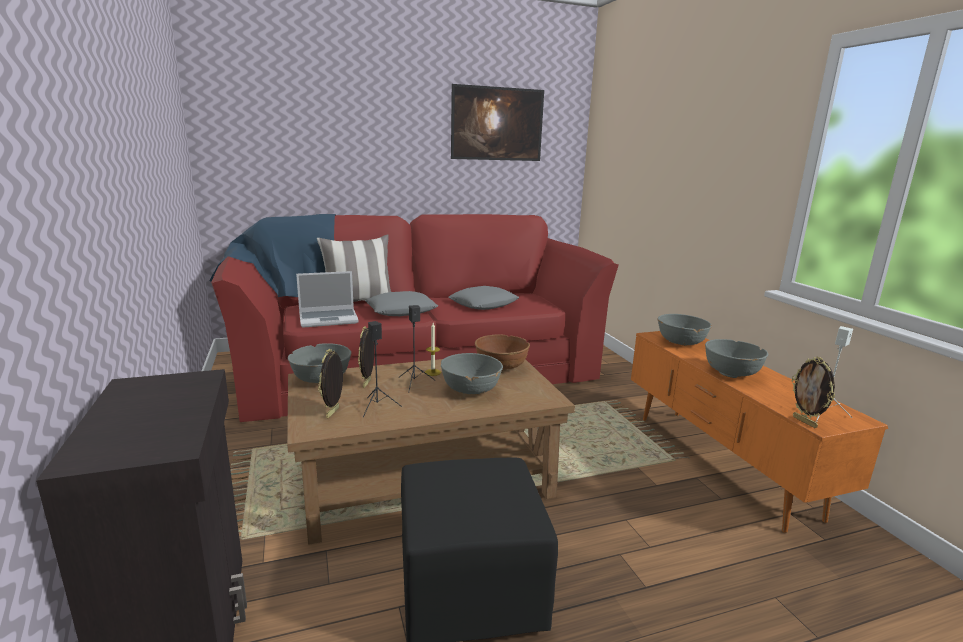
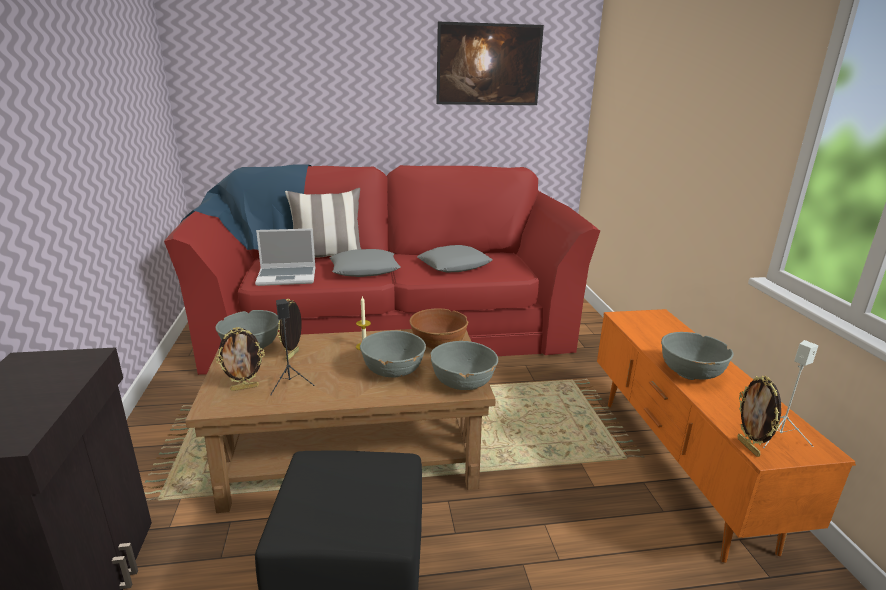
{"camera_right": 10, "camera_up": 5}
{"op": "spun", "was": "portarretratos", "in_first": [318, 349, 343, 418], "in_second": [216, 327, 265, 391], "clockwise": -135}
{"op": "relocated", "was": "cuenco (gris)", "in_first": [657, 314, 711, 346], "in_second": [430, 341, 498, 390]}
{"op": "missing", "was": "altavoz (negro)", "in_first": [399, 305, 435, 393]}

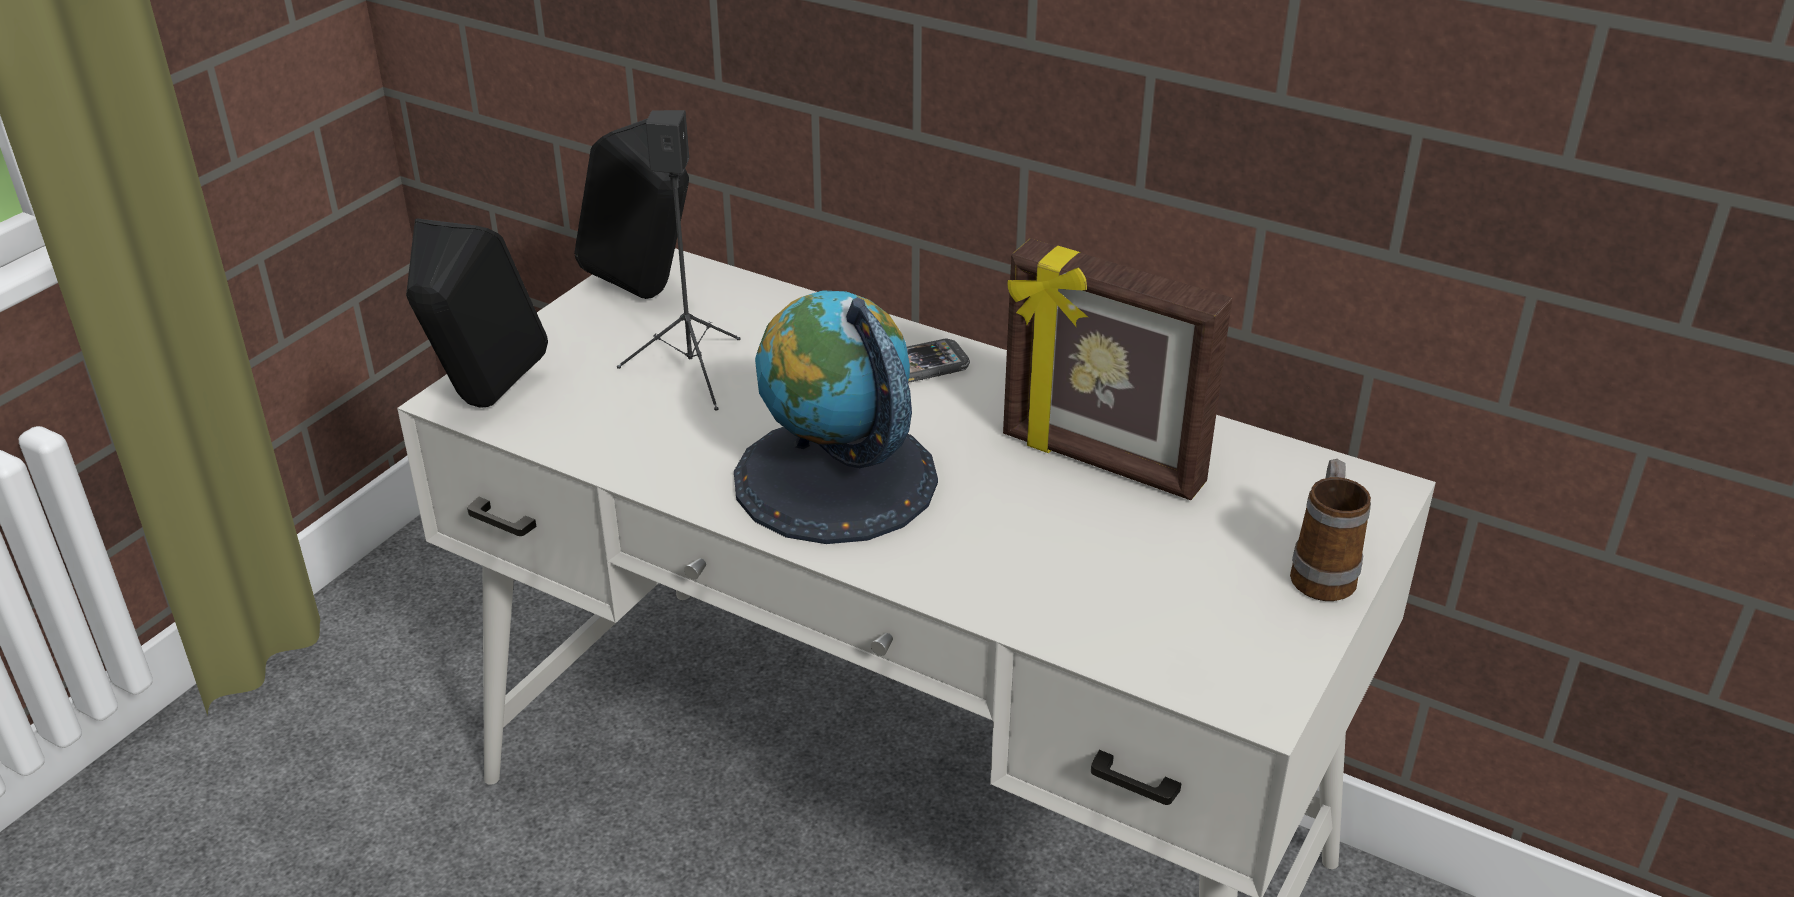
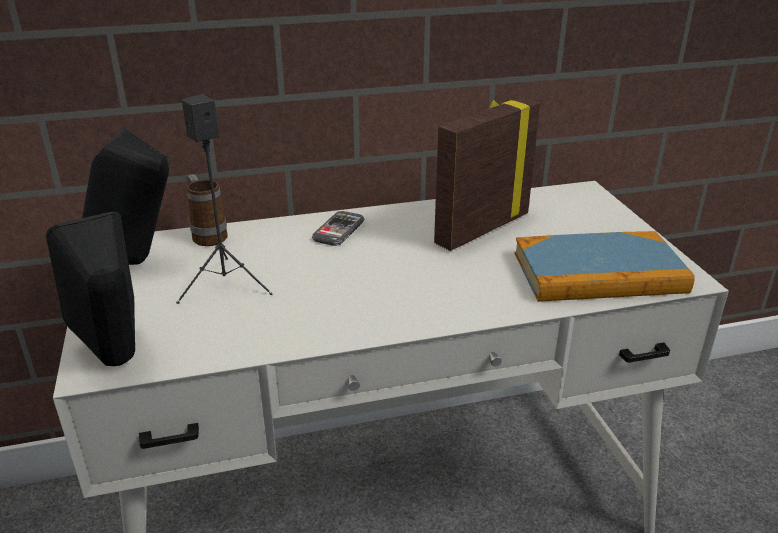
{"camera_right": -45, "camera_up": -5}
{"op": "relocated", "was": "taza grande", "in_first": [1290, 459, 1371, 601], "in_second": [187, 174, 228, 246]}
{"op": "spun", "was": "portarretratos", "in_first": [1003, 238, 1232, 500], "in_second": [434, 97, 540, 251], "clockwise": 150}
{"op": "appeared", "now": "libro", "in_second": [514, 231, 695, 302]}
{"op": "missing", "was": "globo terráqueo", "in_first": [734, 290, 938, 544]}

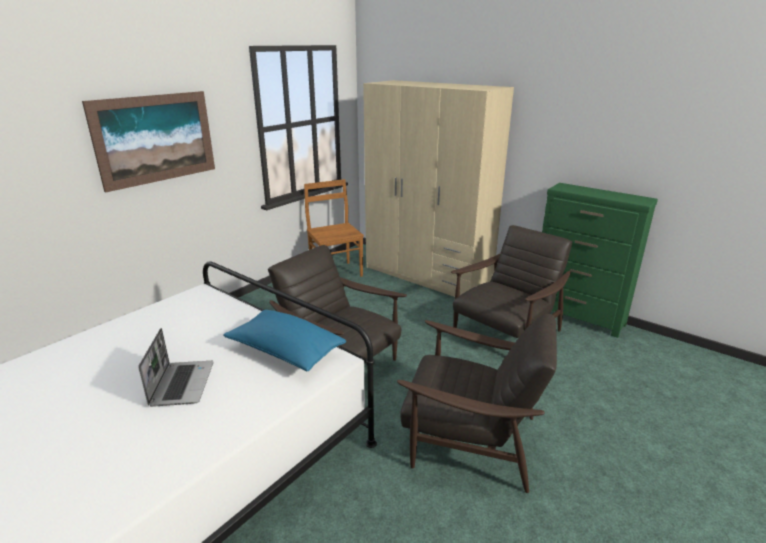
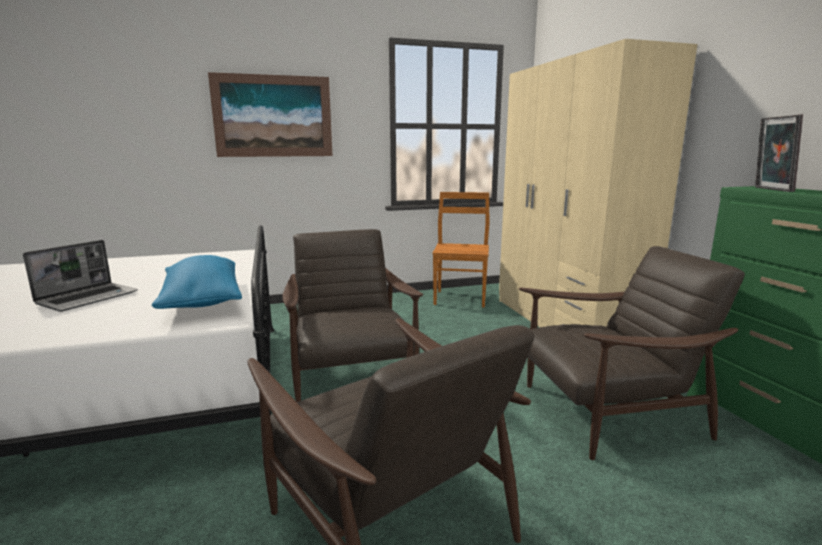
{"camera_right": 35, "camera_up": -10}
{"op": "appeared", "now": "portarretratos", "in_second": [755, 114, 803, 192]}

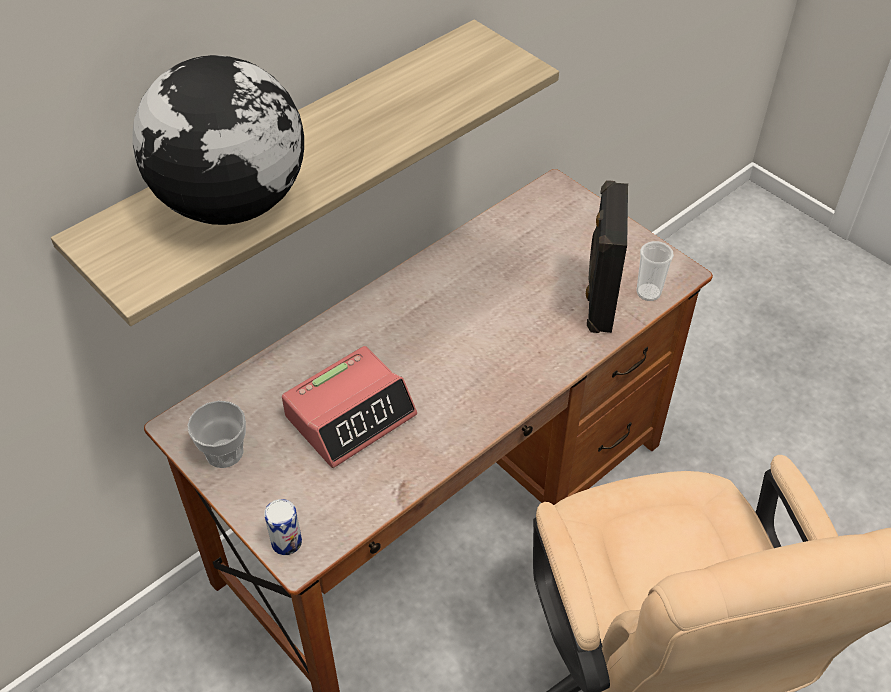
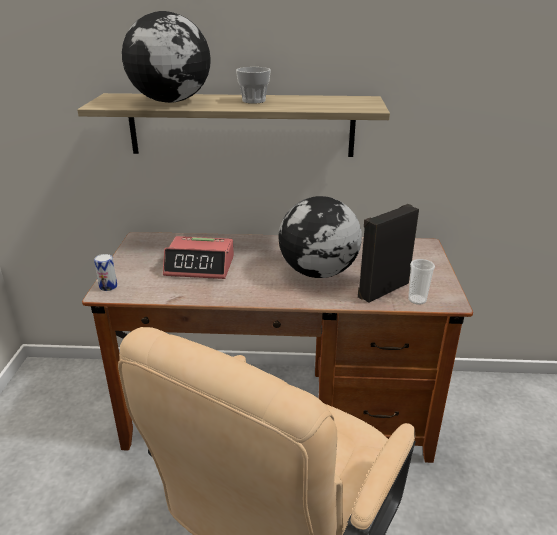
{"camera_right": 45, "camera_up": -20}
{"op": "relocated", "was": "taza", "in_first": [187, 401, 246, 468], "in_second": [236, 67, 271, 104]}
{"op": "appeared", "now": "globo terráqueo", "in_second": [278, 196, 362, 278]}

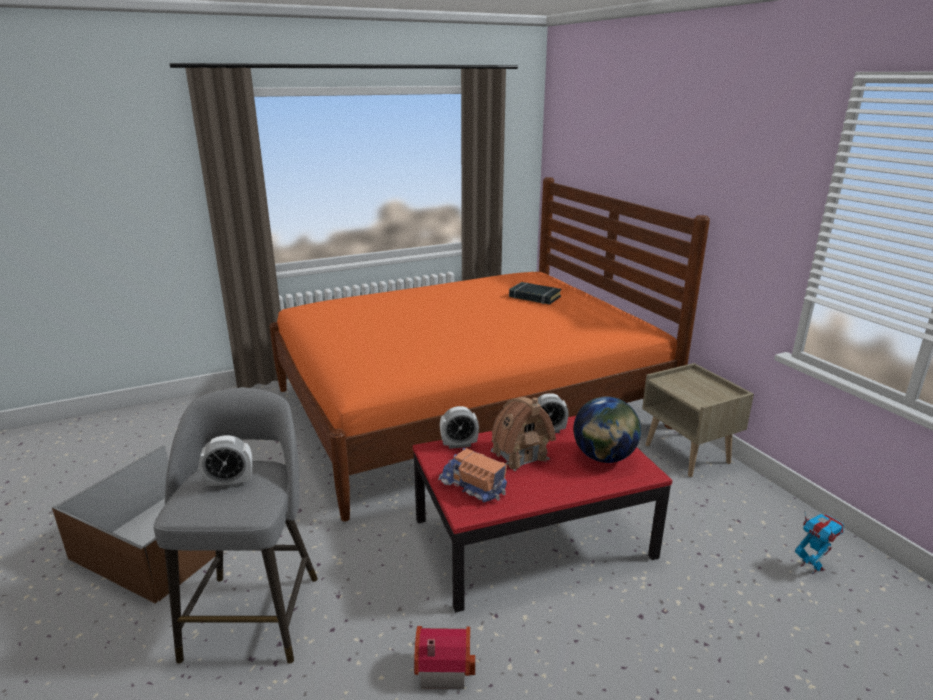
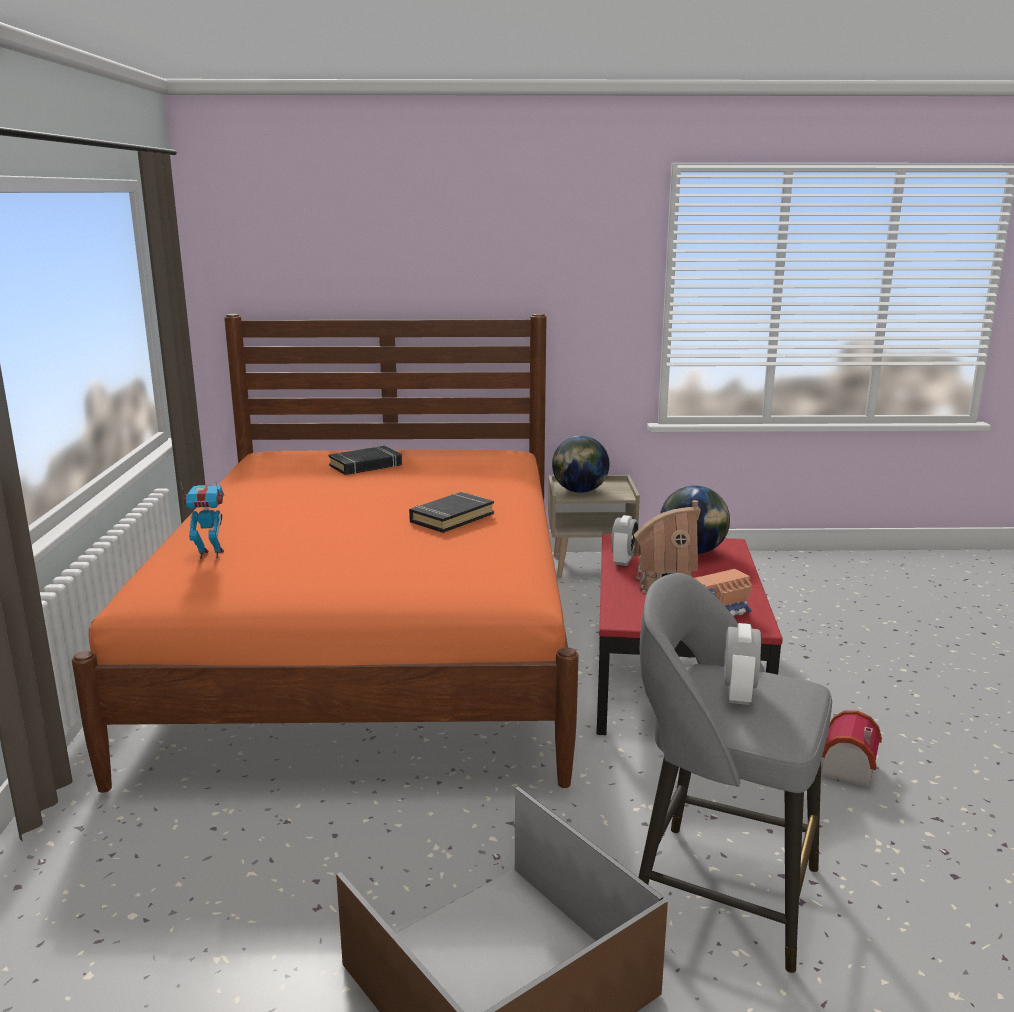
{"camera_right": -65, "camera_up": -5}
{"op": "relocated", "was": "robot de juguete", "in_first": [795, 512, 844, 574], "in_second": [180, 481, 224, 559]}
{"op": "appeared", "now": "libro (negro)", "in_second": [409, 492, 494, 533]}
{"op": "appeared", "now": "globo terráqueo", "in_second": [552, 436, 610, 493]}
{"op": "missing", "was": "despertador", "in_first": [440, 406, 479, 449]}

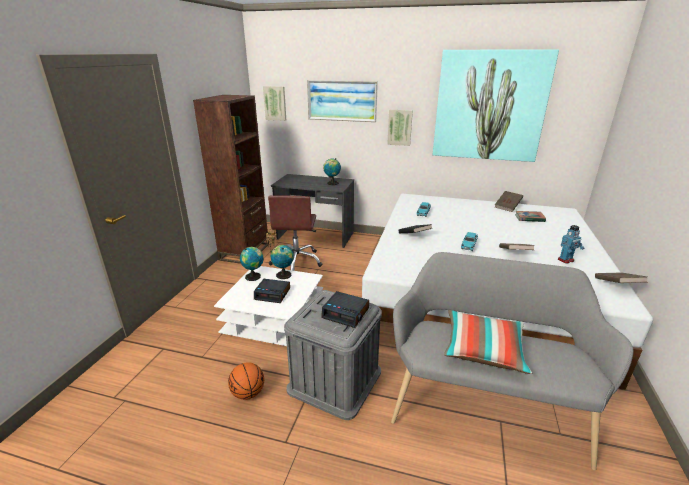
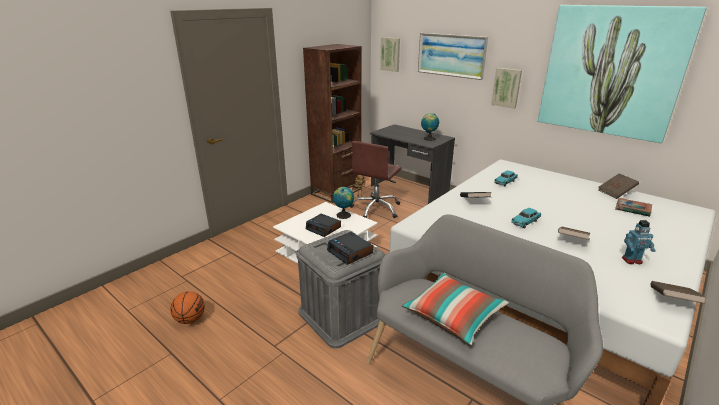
{"camera_right": 25, "camera_up": 0}
{"op": "relocated", "was": "balón de baloncesto", "in_first": [228, 362, 264, 400], "in_second": [170, 291, 205, 324]}
{"op": "missing", "was": "globo terráqueo", "in_first": [240, 247, 264, 281]}

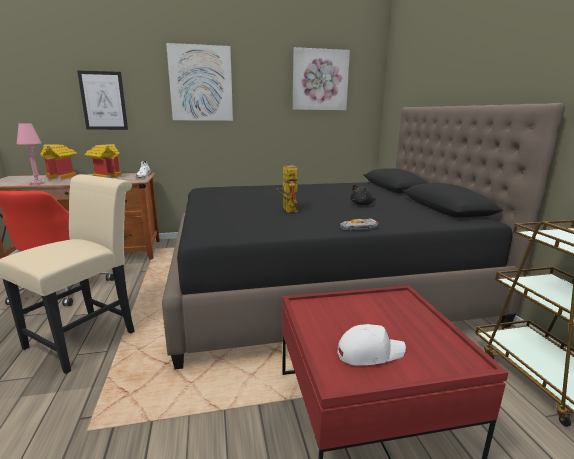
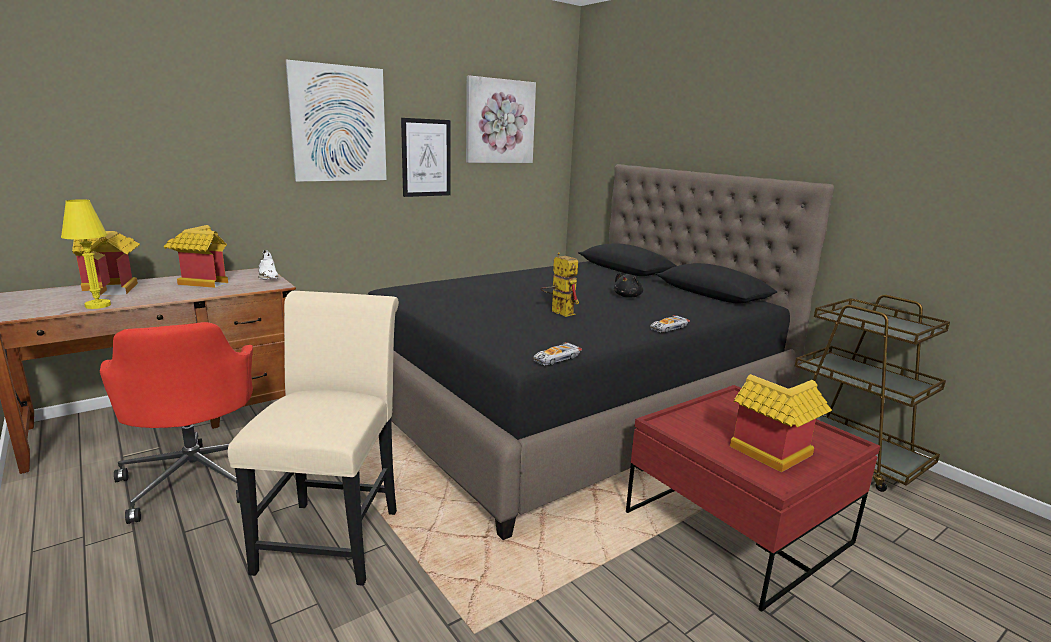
{"camera_right": -25, "camera_up": 0}
{"op": "colour", "was": "lámpara de mesa (rosa)", "now": "lámpara de mesa (amarillo)", "in_first": [16, 123, 45, 185], "in_second": [61, 199, 111, 309]}
{"op": "relocated", "was": "cuadro", "in_first": [77, 71, 128, 130], "in_second": [401, 118, 451, 197]}
{"op": "appeared", "now": "coche de juguete", "in_second": [533, 342, 582, 365]}
{"op": "exchanged", "was": "gorra (blanco)", "now": "casita", "in_first": [337, 324, 406, 365], "in_second": [730, 374, 832, 472]}

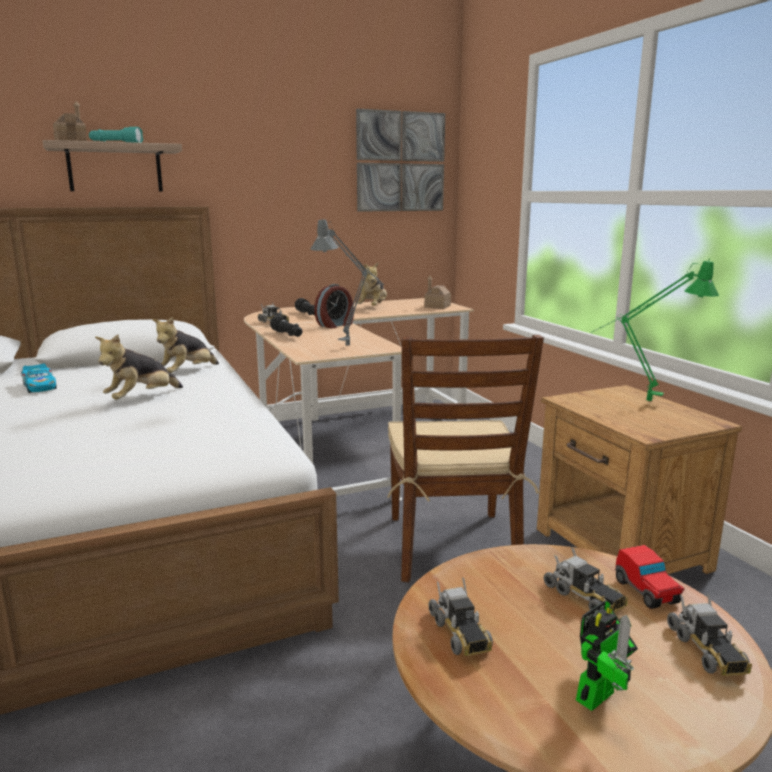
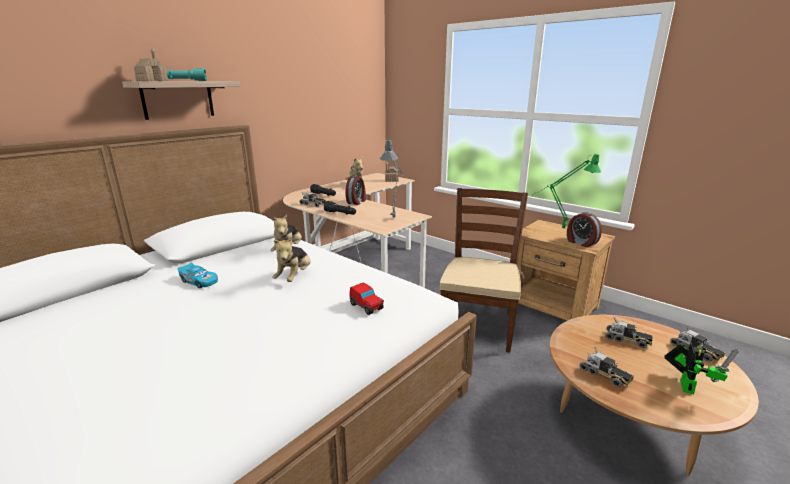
{"camera_right": -25, "camera_up": 5}
{"op": "relocated", "was": "coche de juguete", "in_first": [615, 545, 684, 609], "in_second": [349, 283, 384, 315]}
{"op": "spun", "was": "silla (marrón)", "in_first": [387, 335, 544, 583], "in_second": [440, 188, 528, 352], "clockwise": -135}
{"op": "appeared", "now": "despertador", "in_second": [567, 212, 602, 247]}
{"op": "missing", "was": "cuadro", "in_first": [356, 109, 445, 212]}

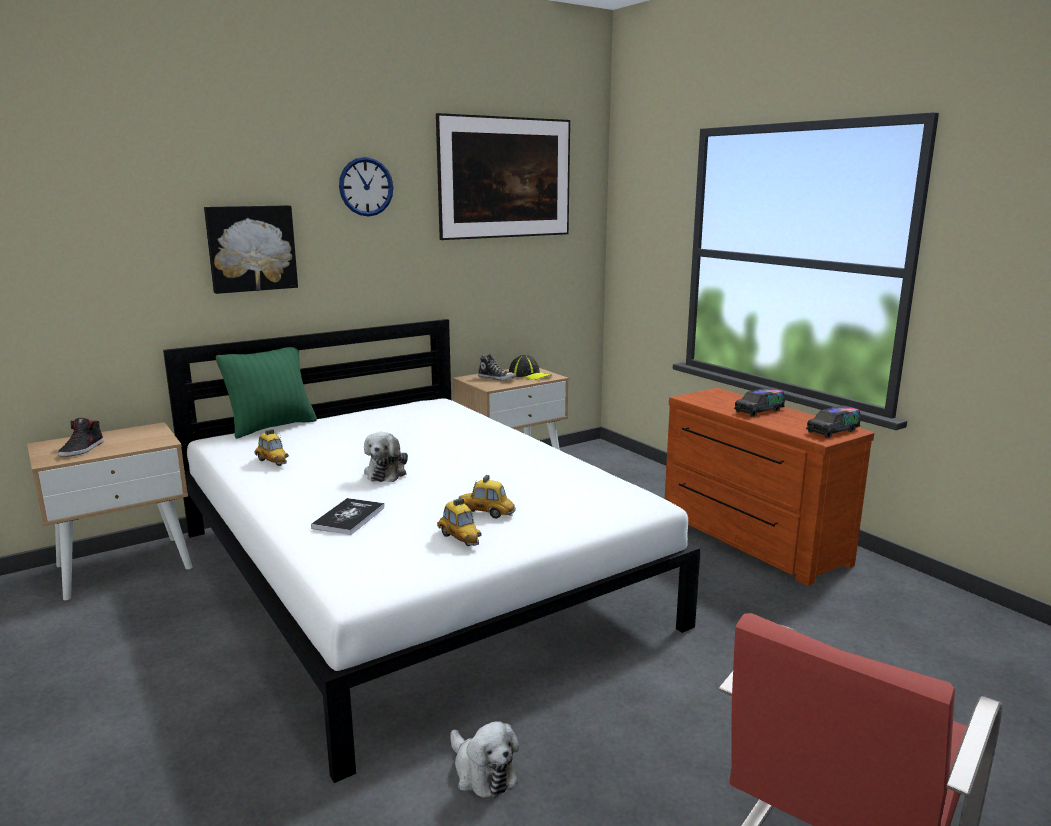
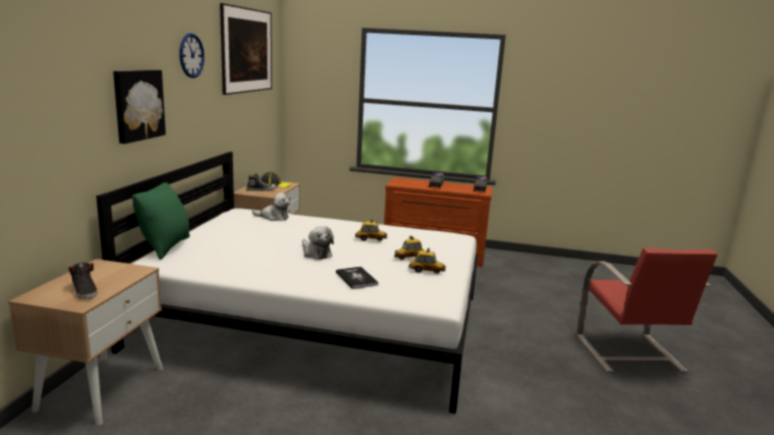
{"camera_right": -45, "camera_up": 0}
{"op": "relocated", "was": "peluche", "in_first": [450, 721, 519, 798], "in_second": [252, 193, 290, 221]}
{"op": "relocated", "was": "coche de juguete", "in_first": [254, 429, 289, 466], "in_second": [355, 219, 387, 241]}

